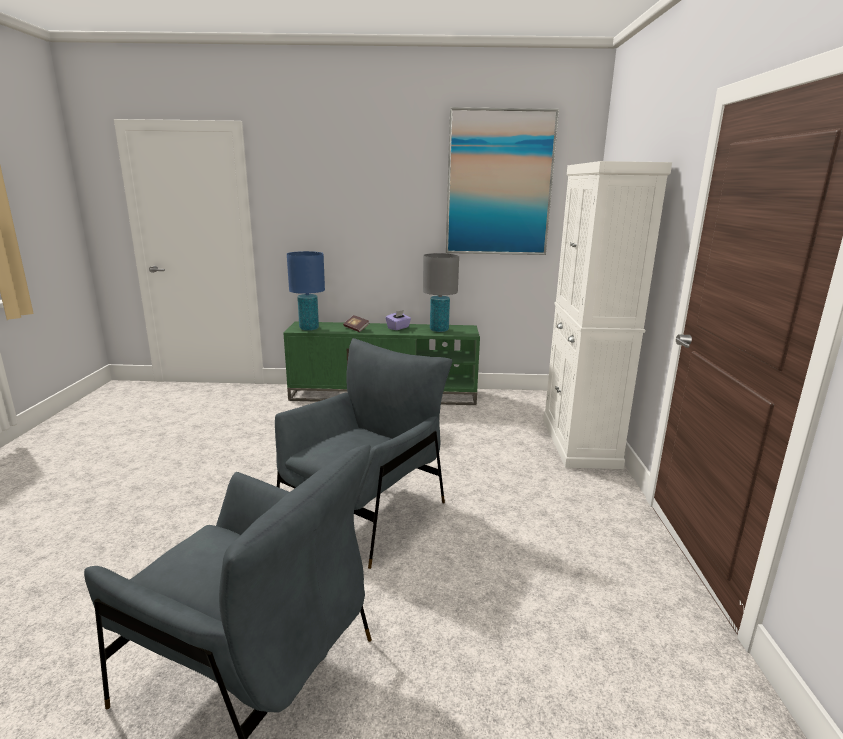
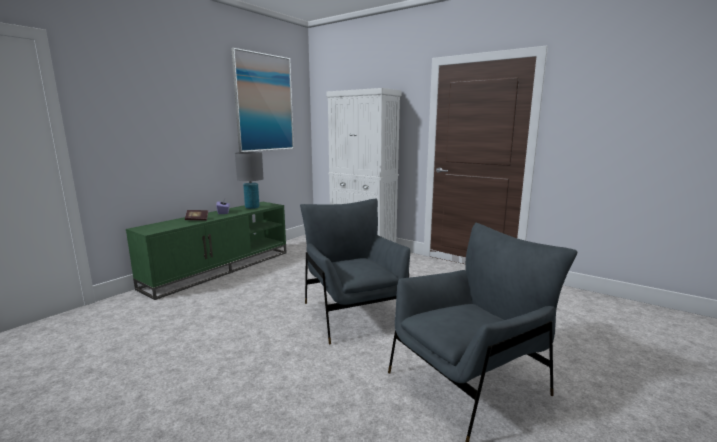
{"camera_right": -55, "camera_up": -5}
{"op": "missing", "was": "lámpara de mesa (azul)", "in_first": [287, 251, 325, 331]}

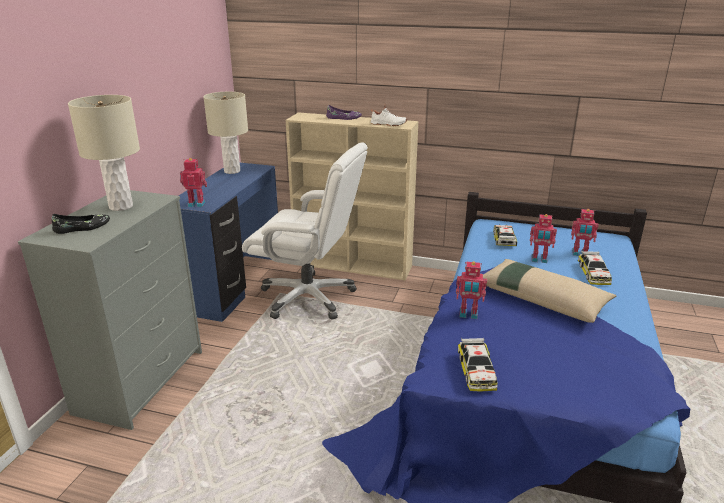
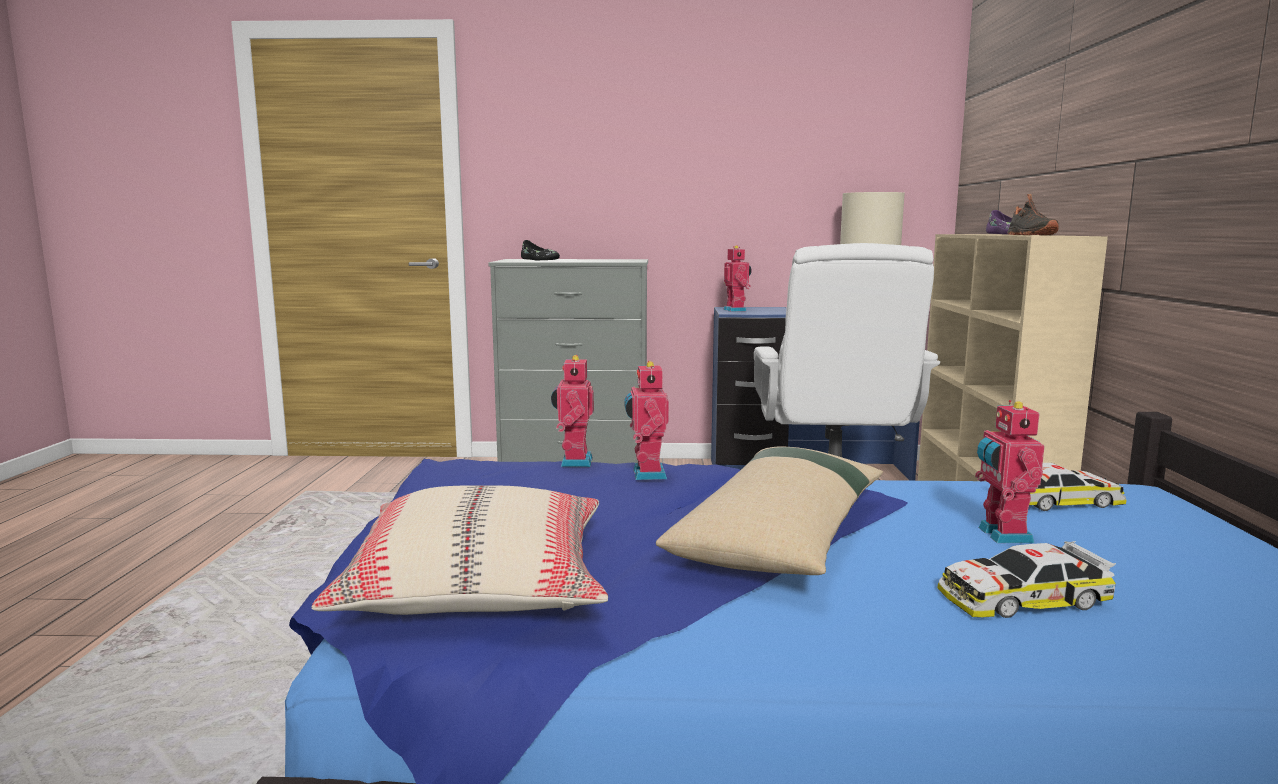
{"camera_right": 75, "camera_up": -15}
{"op": "appeared", "now": "cojín (beis)", "in_second": [312, 485, 608, 615]}
{"op": "relocated", "was": "robot de juguete", "in_first": [571, 209, 599, 256], "in_second": [551, 355, 594, 467]}
{"op": "colour", "was": "zapato (blanco)", "now": "zapato (negro)", "in_first": [371, 104, 407, 126], "in_second": [1007, 194, 1059, 235]}
{"op": "missing", "was": "lámpara de mesa (beis)", "in_first": [68, 95, 140, 211]}
{"op": "missing", "was": "coche de juguete", "in_first": [458, 337, 498, 392]}

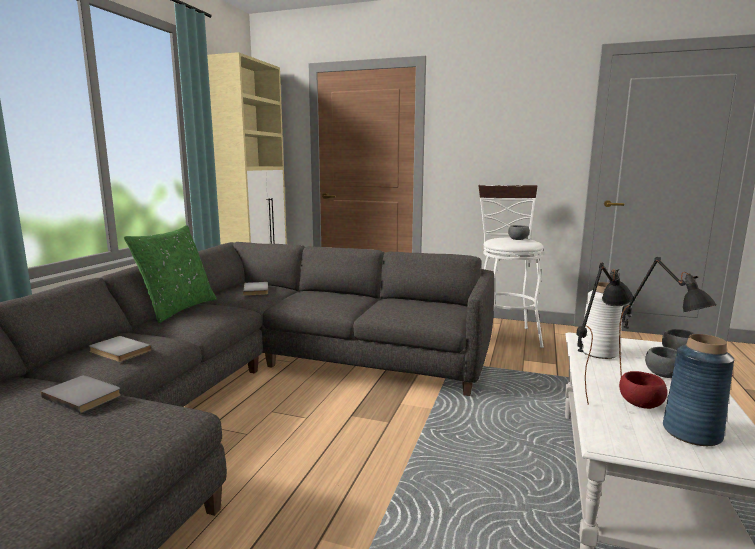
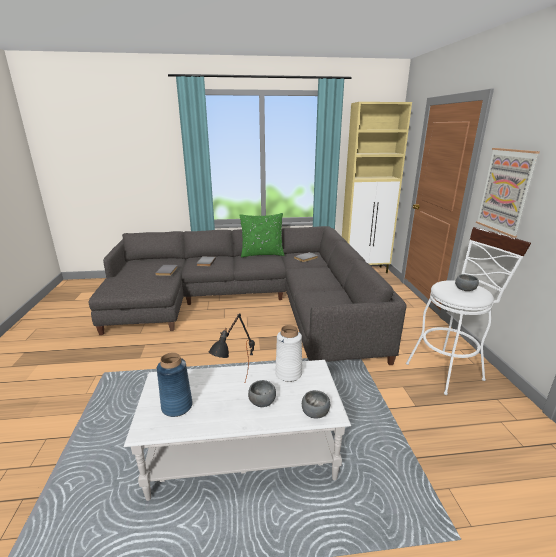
{"camera_right": 65, "camera_up": 10}
{"op": "appeared", "now": "cuadro", "in_second": [476, 148, 540, 238]}
{"op": "missing", "was": "lámpara de mesa (negro)", "in_first": [576, 262, 633, 405]}
{"op": "missing", "was": "cuenco (rojo)", "in_first": [619, 371, 667, 409]}

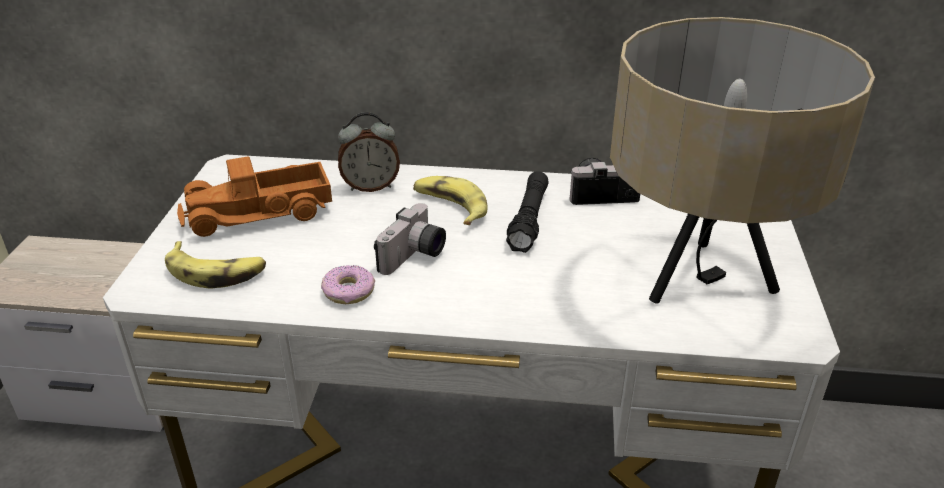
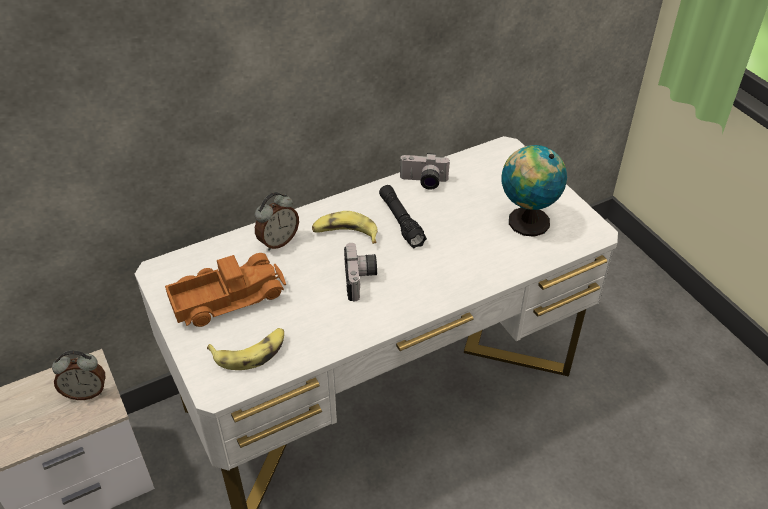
{"camera_right": -35, "camera_up": 10}
{"op": "appeared", "now": "despertador", "in_second": [52, 351, 106, 400]}
{"op": "spun", "was": "camión de juguete", "in_first": [177, 156, 332, 237], "in_second": [165, 253, 286, 327], "clockwise": -150}
{"op": "spun", "was": "cámara", "in_first": [570, 158, 640, 205], "in_second": [399, 153, 450, 190], "clockwise": -135}
{"op": "exchanged", "was": "lámpara de mesa (beis)", "now": "globo terráqueo", "in_first": [610, 17, 875, 304], "in_second": [501, 145, 567, 237]}
{"op": "missing", "was": "rosquilla", "in_first": [321, 265, 375, 304]}

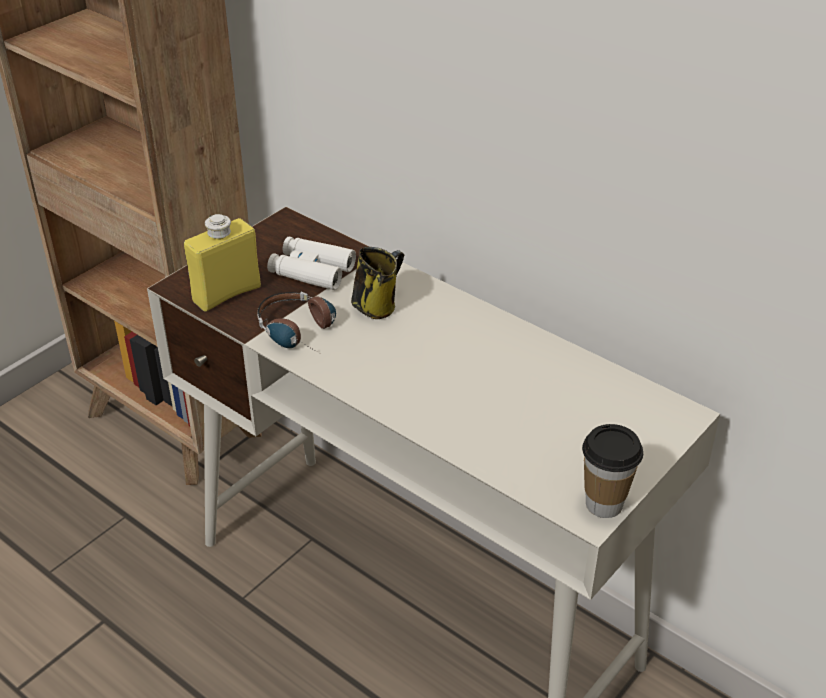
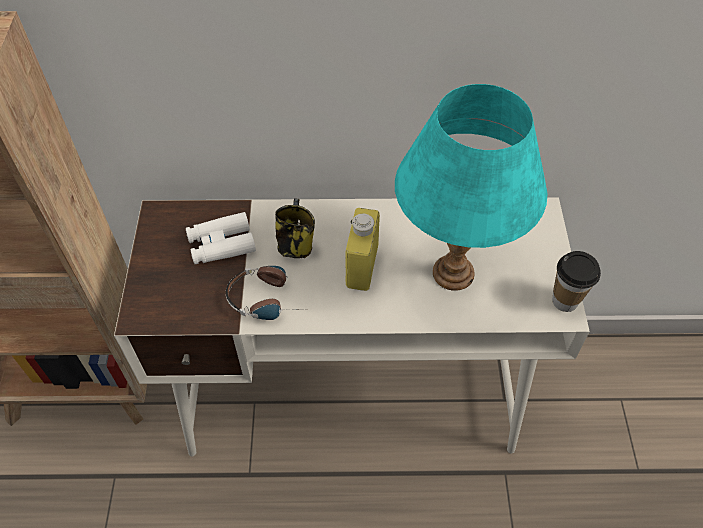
{"camera_right": -40, "camera_up": 15}
{"op": "relocated", "was": "botella (amarillo)", "in_first": [184, 214, 261, 312], "in_second": [345, 208, 380, 291]}
{"op": "appeared", "now": "lámpara de mesa (turquesa)", "in_second": [395, 84, 548, 291]}

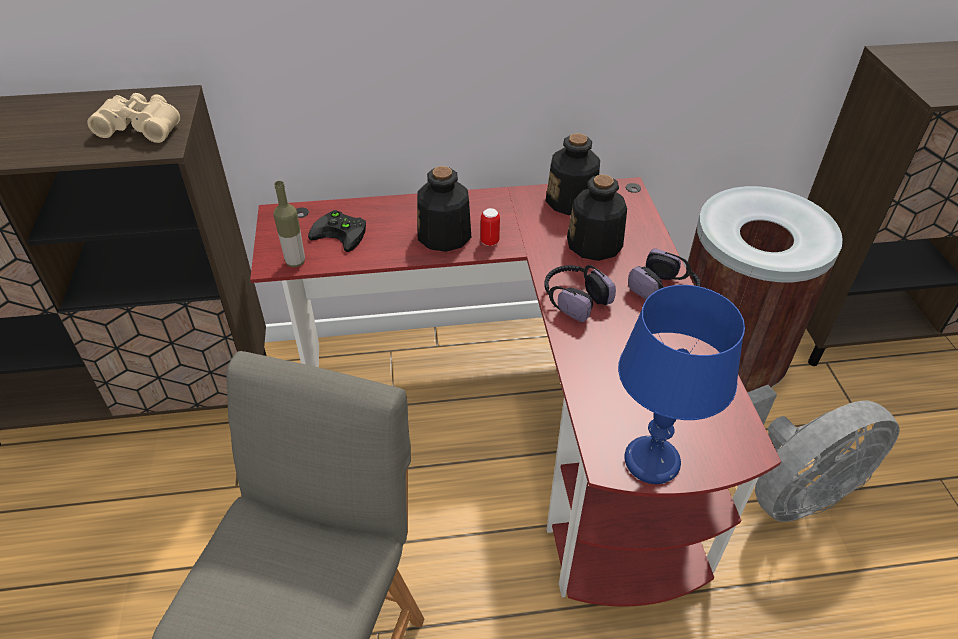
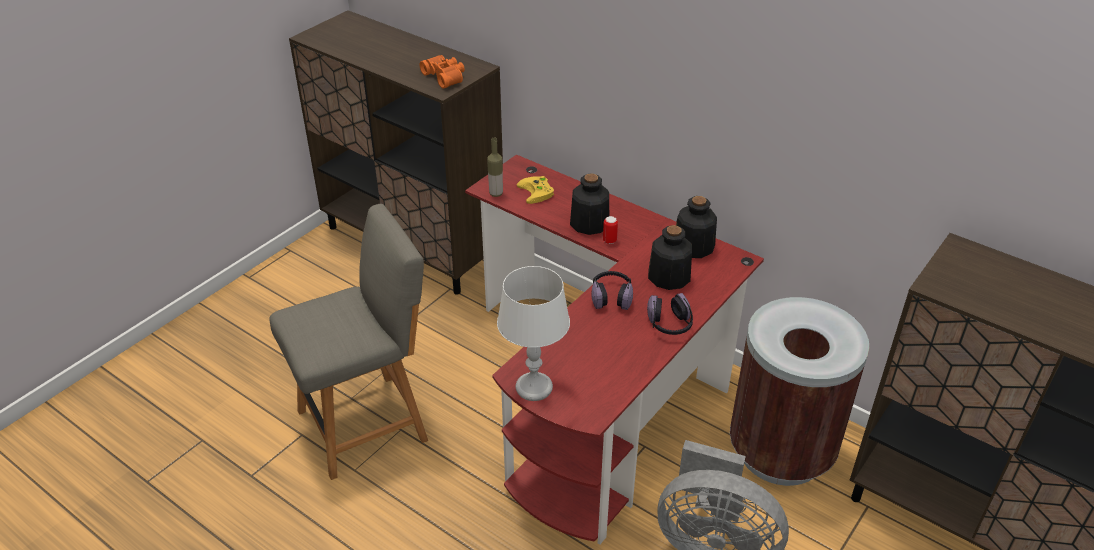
{"camera_right": 45, "camera_up": -5}
{"op": "colour", "was": "prismáticos (beis)", "now": "prismáticos (naranja)", "in_first": [87, 93, 180, 143], "in_second": [420, 55, 465, 89]}
{"op": "colour", "was": "lámpara de mesa (azul)", "now": "lámpara de mesa (blanco)", "in_first": [618, 285, 745, 484], "in_second": [497, 266, 570, 401]}
{"op": "colour", "was": "mando de consola (negro)", "now": "mando de consola (amarillo)", "in_first": [308, 210, 366, 252], "in_second": [517, 176, 554, 204]}

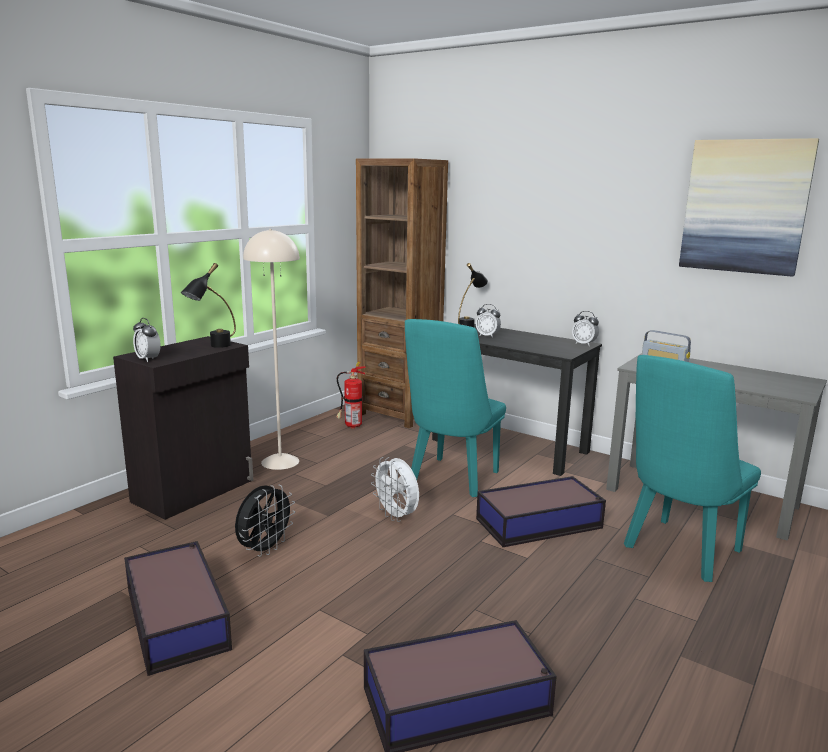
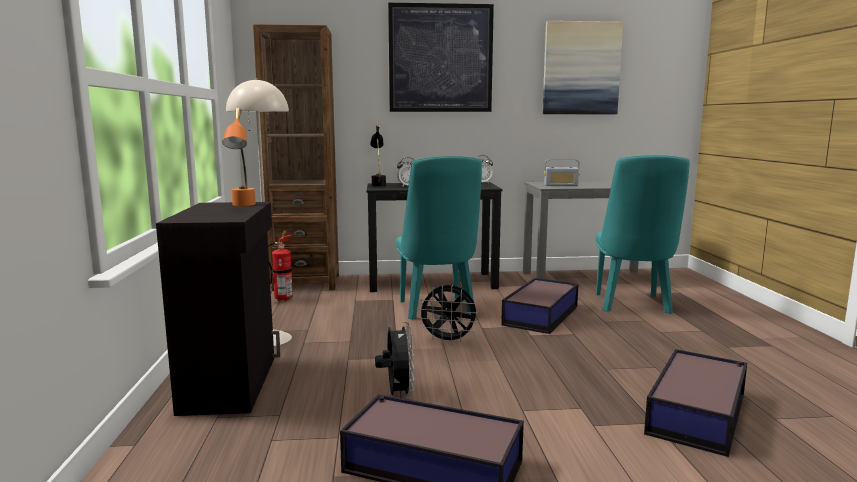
{"camera_right": -40, "camera_up": -5}
{"op": "colour", "was": "lámpara de mesa (negro)", "now": "lámpara de mesa (naranja)", "in_first": [181, 263, 236, 348], "in_second": [222, 108, 256, 206]}
{"op": "appeared", "now": "cuadro", "in_second": [388, 3, 494, 112]}
{"op": "colour", "was": "ventilador (blanco)", "now": "ventilador (negro)", "in_first": [371, 457, 419, 522], "in_second": [417, 285, 478, 345]}
{"op": "missing", "was": "despertador", "in_first": [133, 318, 161, 362]}

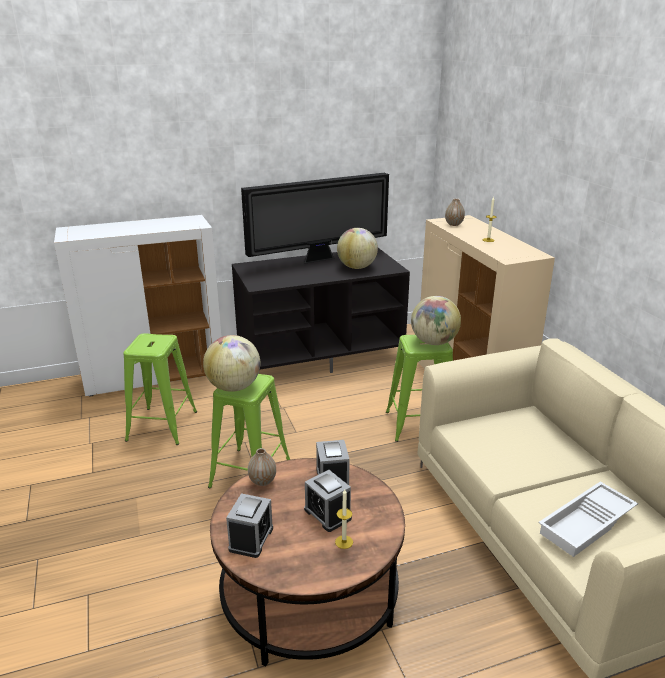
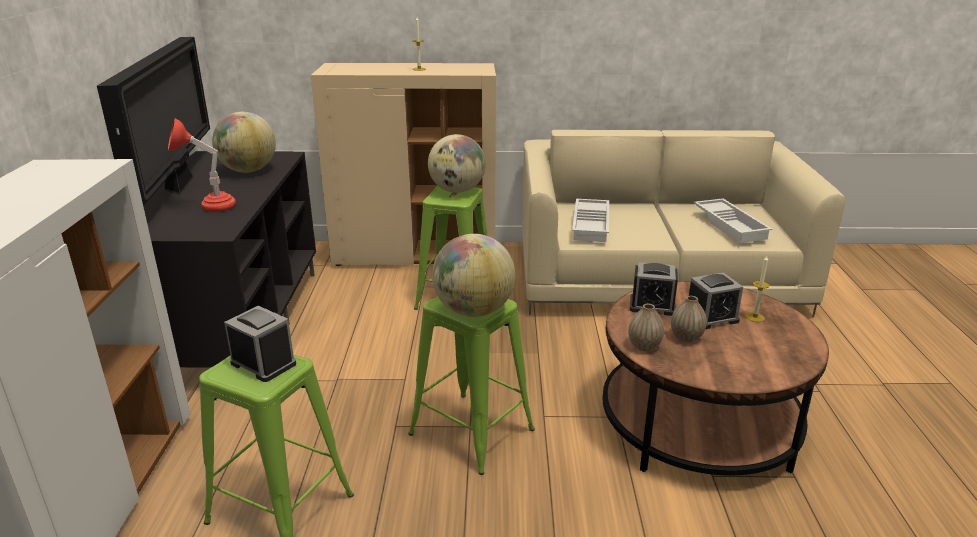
{"camera_right": -70, "camera_up": 0}
{"op": "appeared", "now": "lámpara de mesa (rojo)", "in_second": [168, 118, 236, 212]}
{"op": "relocated", "was": "despertador", "in_first": [226, 493, 273, 558], "in_second": [224, 306, 296, 382]}
{"op": "appeared", "now": "bandeja (blanco)", "in_second": [572, 199, 609, 242]}
{"op": "relocated", "was": "florero", "in_first": [445, 198, 465, 226], "in_second": [671, 296, 707, 342]}

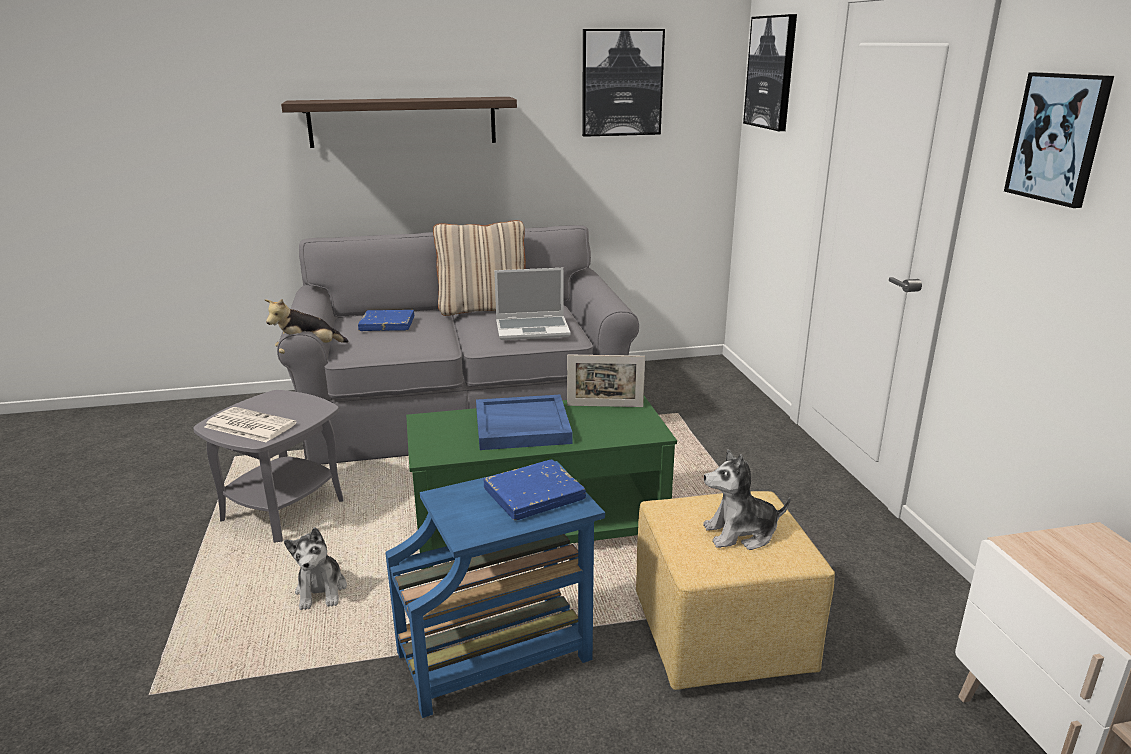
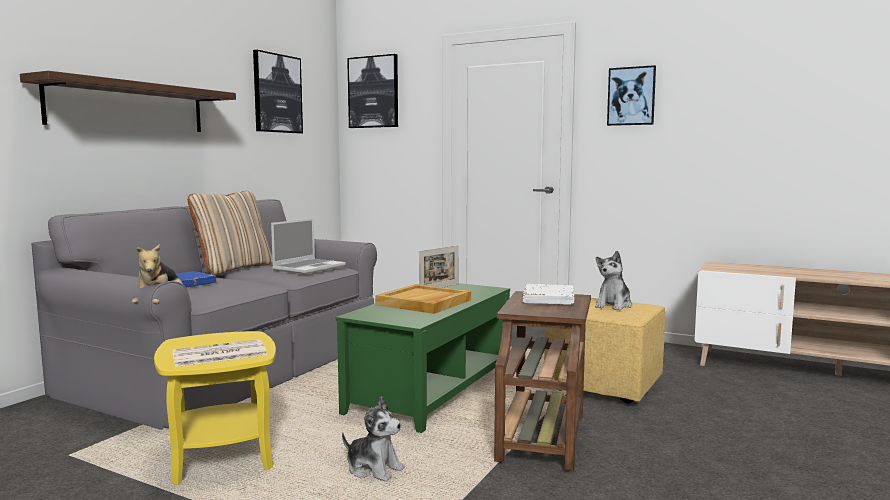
{"camera_right": -50, "camera_up": -15}
{"op": "colour", "was": "mesa auxiliar (gris)", "now": "mesa auxiliar (amarillo)", "in_first": [193, 390, 343, 543], "in_second": [154, 331, 276, 485]}
{"op": "colour", "was": "bandeja (azul)", "now": "bandeja (beis)", "in_first": [476, 395, 573, 450], "in_second": [375, 284, 471, 314]}
{"op": "colour", "was": "mesa auxiliar (azul)", "now": "mesa auxiliar (marrón)", "in_first": [385, 461, 605, 718], "in_second": [494, 291, 591, 471]}
{"op": "colour", "was": "libro (azul)", "now": "libro (blanco)", "in_first": [483, 459, 586, 520], "in_second": [523, 284, 574, 305]}

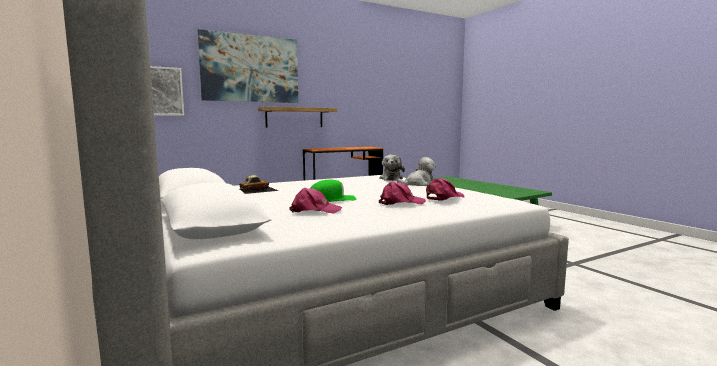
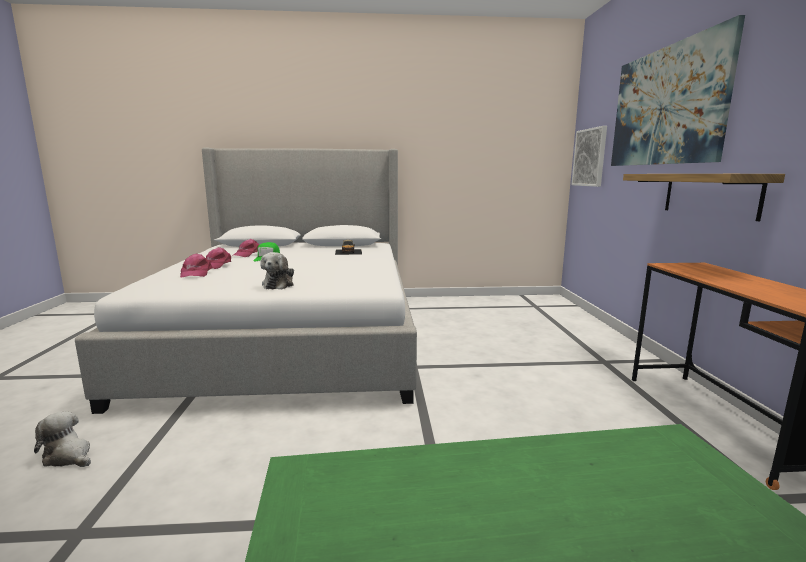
{"camera_right": 115, "camera_up": 5}
{"op": "relocated", "was": "peluche", "in_first": [380, 155, 405, 181], "in_second": [34, 411, 91, 467]}

